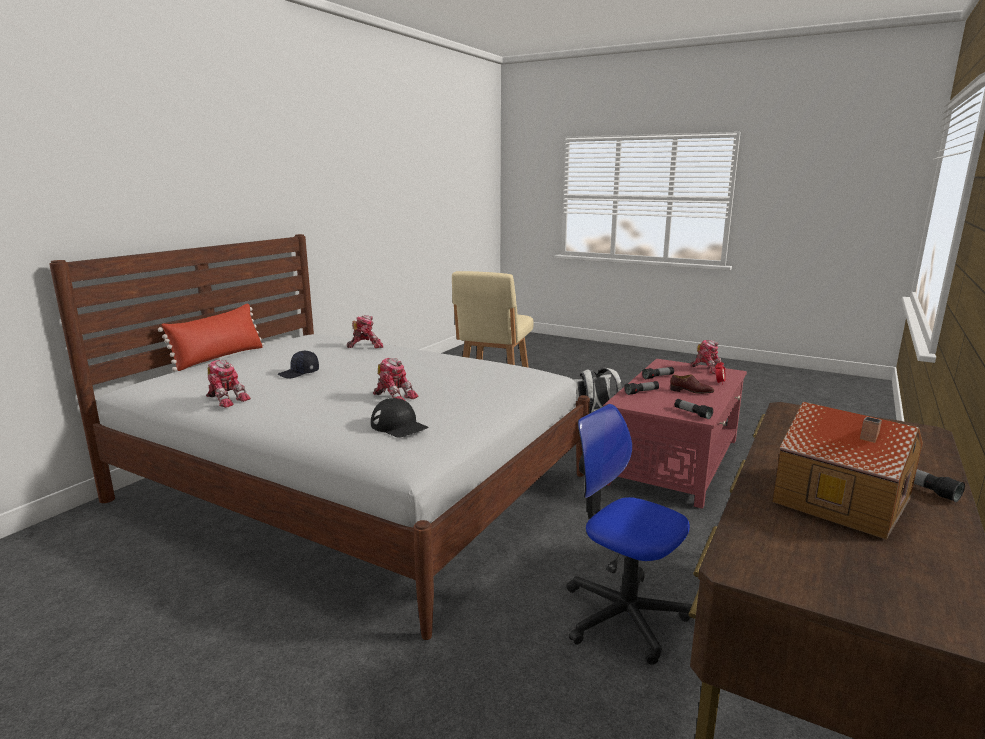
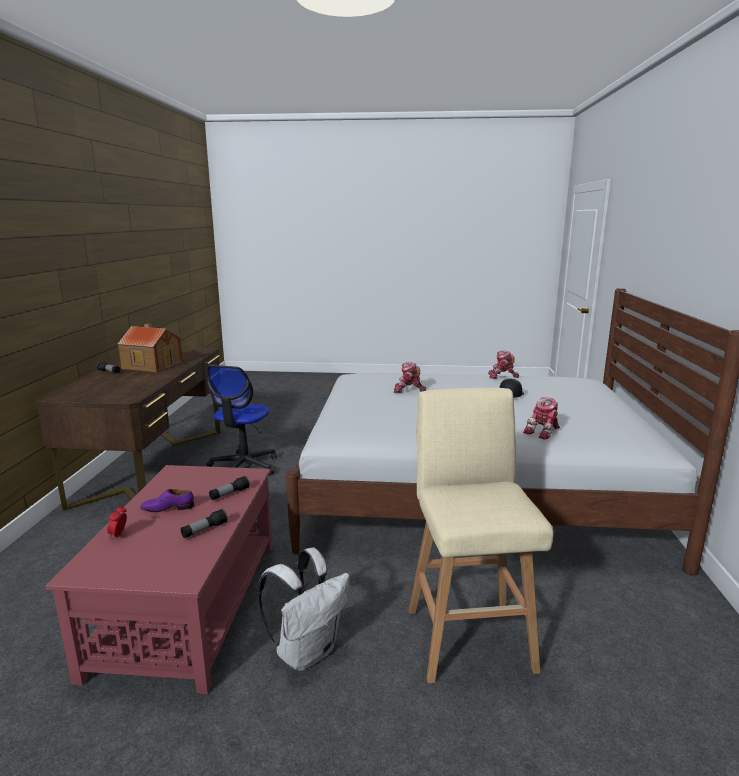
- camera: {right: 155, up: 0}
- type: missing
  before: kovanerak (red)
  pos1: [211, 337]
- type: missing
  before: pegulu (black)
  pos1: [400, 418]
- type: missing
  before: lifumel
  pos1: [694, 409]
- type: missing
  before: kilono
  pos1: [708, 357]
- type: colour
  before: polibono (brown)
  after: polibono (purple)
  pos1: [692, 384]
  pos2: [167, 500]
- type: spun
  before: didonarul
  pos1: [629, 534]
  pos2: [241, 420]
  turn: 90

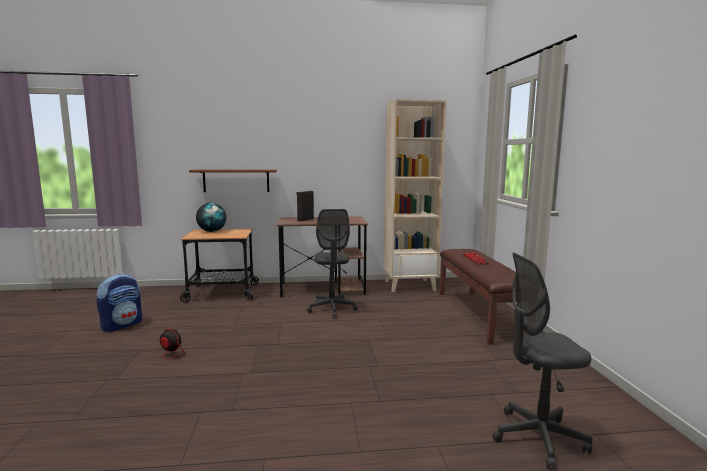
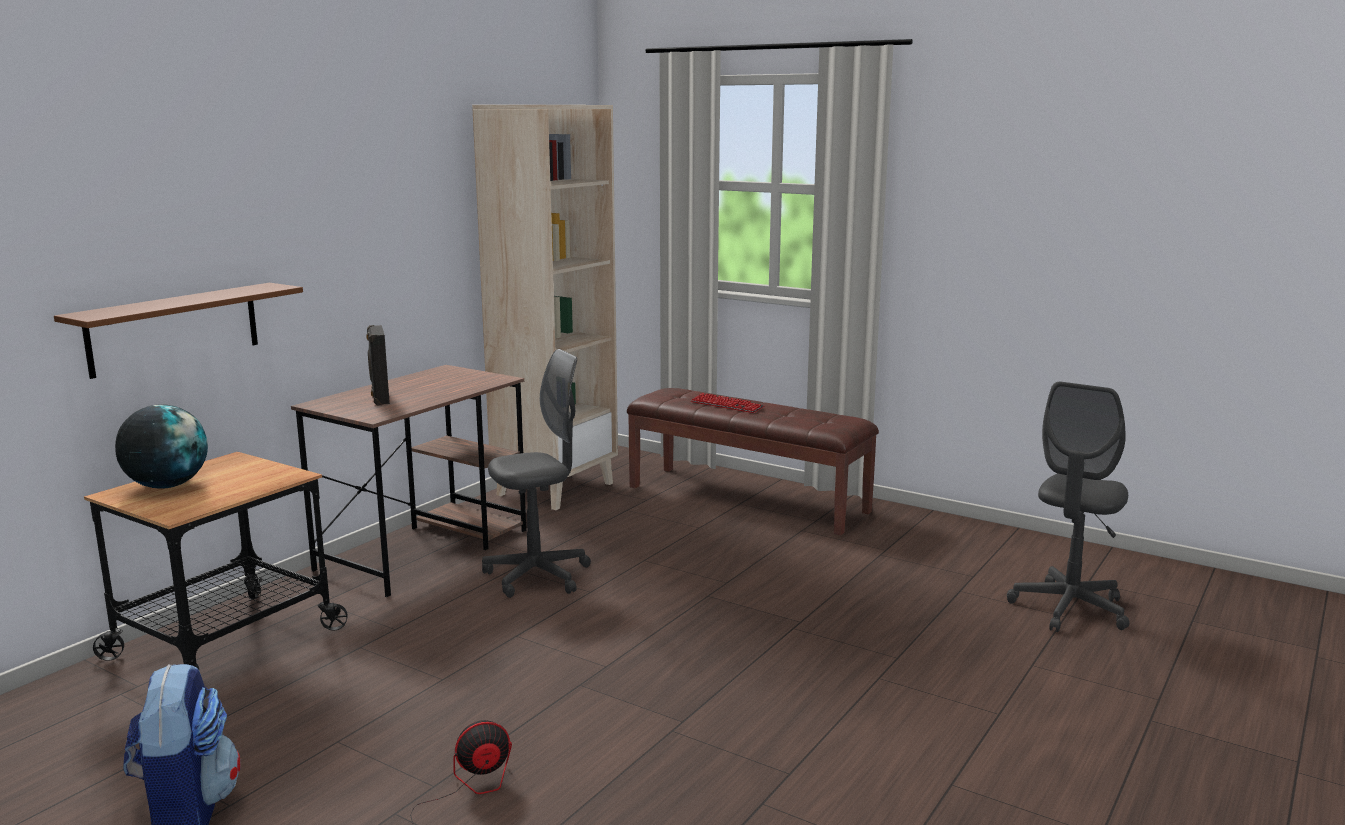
- camera: {right: -50, up: 5}
- type: spun
  before: didonarul (grey)
  pos1: [332, 263]
  pos2: [536, 473]
  turn: -60

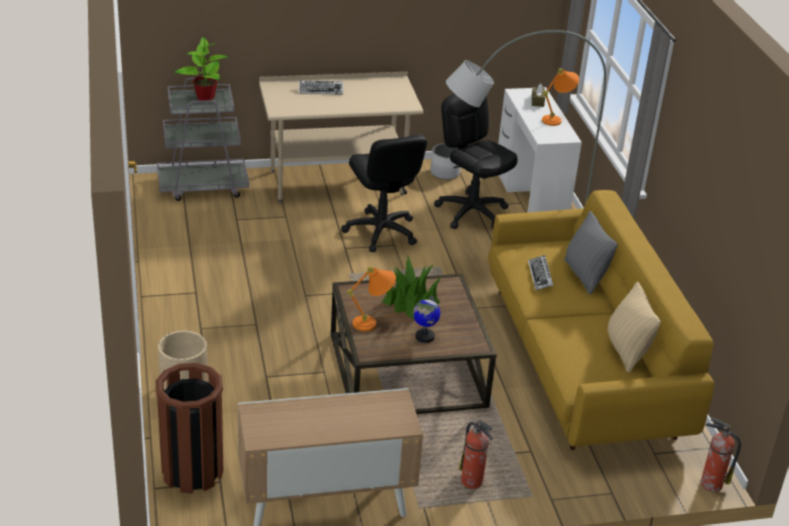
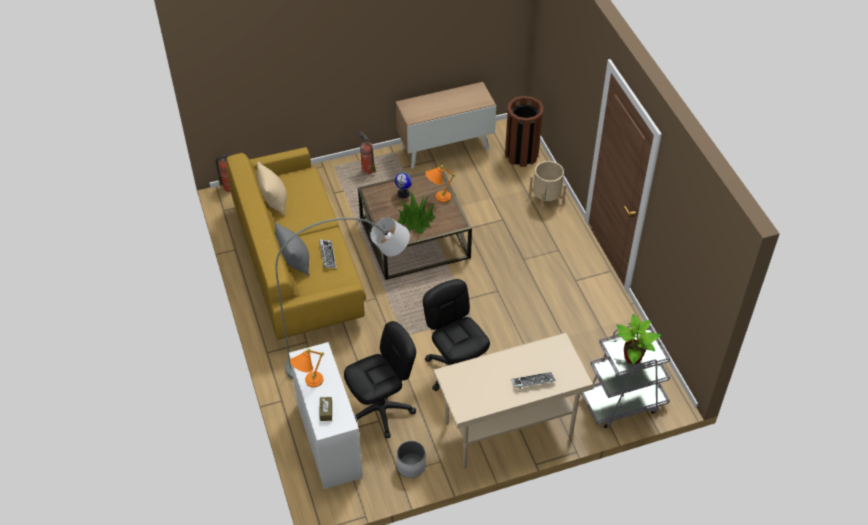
- camera: {right: 175, up: 15}
- type: spun
  before: didonarul (black)
  pos1: [476, 161]
  pos2: [380, 379]
  turn: -75

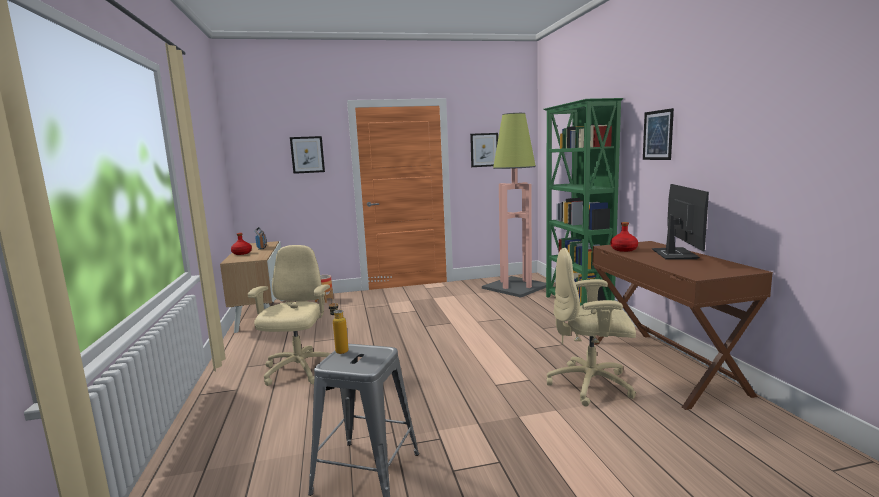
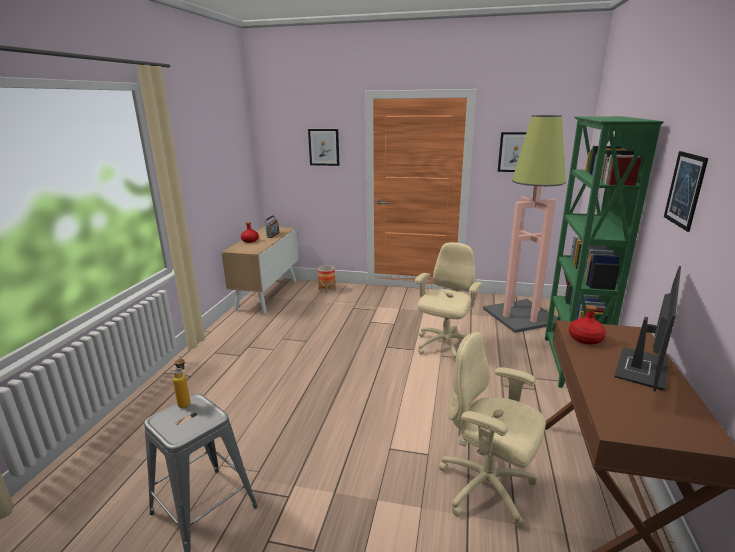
- camera: {right: 25, up: 10}
- type: relocated
  before: didonarul (beige)
  pos1: [289, 315]
  pos2: [449, 302]

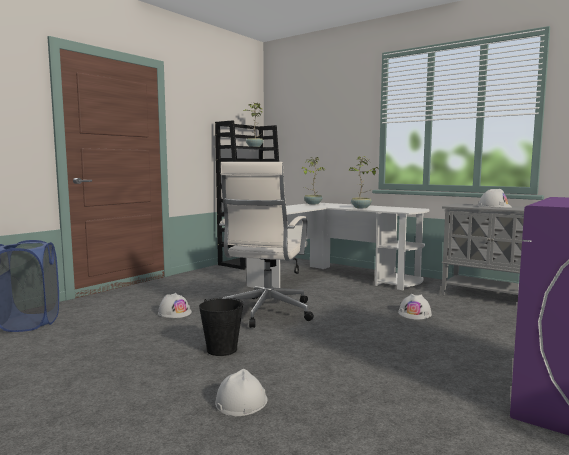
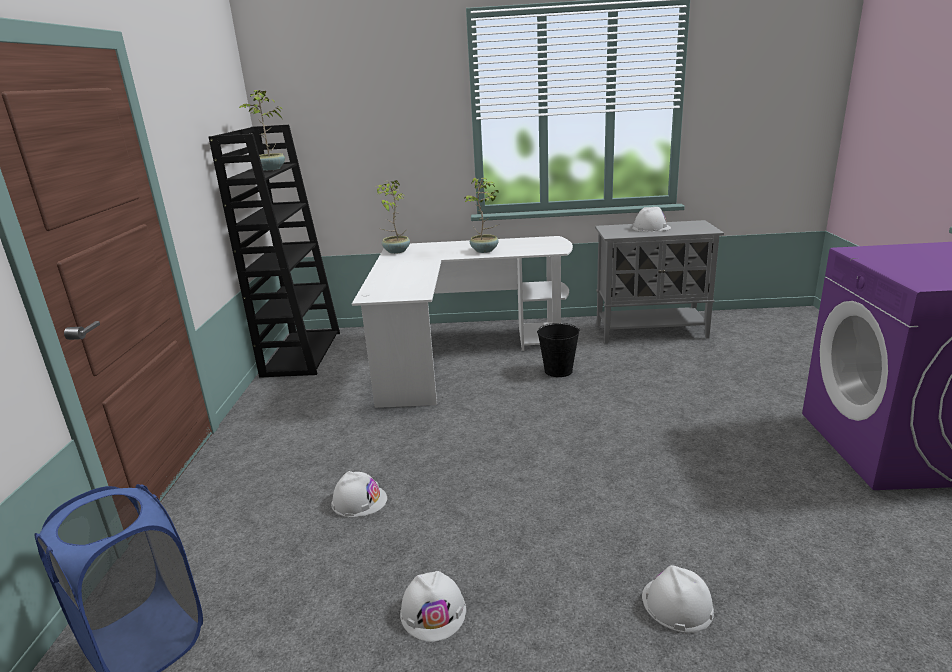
- camera: {right: -35, up: 15}
- type: missing
  before: didonarul (white)
  pos1: [266, 245]
- type: relocated
  before: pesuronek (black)
  pos1: [221, 327]
  pos2: [558, 350]
- type: relocated
  before: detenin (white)
  pos1: [415, 307]
  pos2: [433, 606]

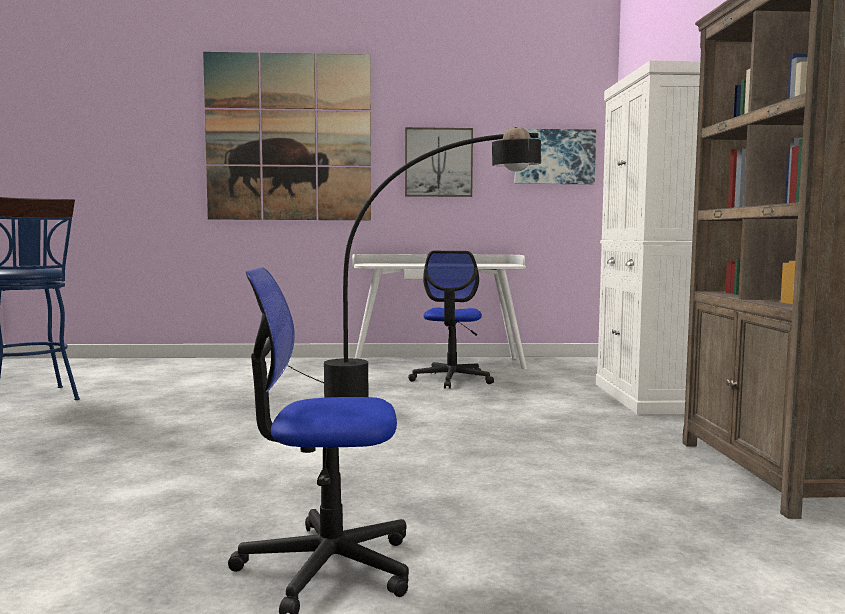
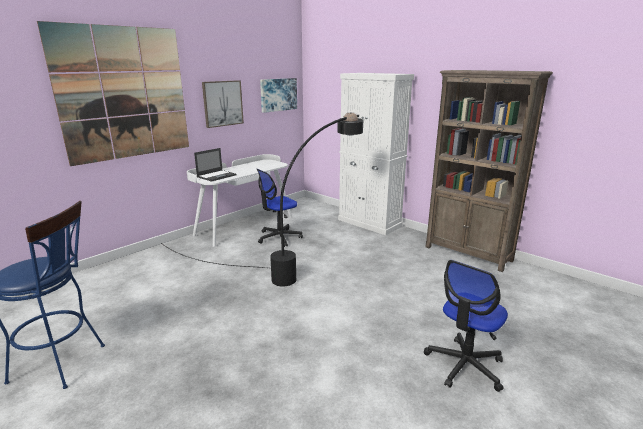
- camera: {right: -45, up: 15}
- type: appeared
  after: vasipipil
  pos2: [215, 165]
- type: spun
  before: didonarul
  pos1: [451, 320]
  pos2: [280, 208]
  turn: 90

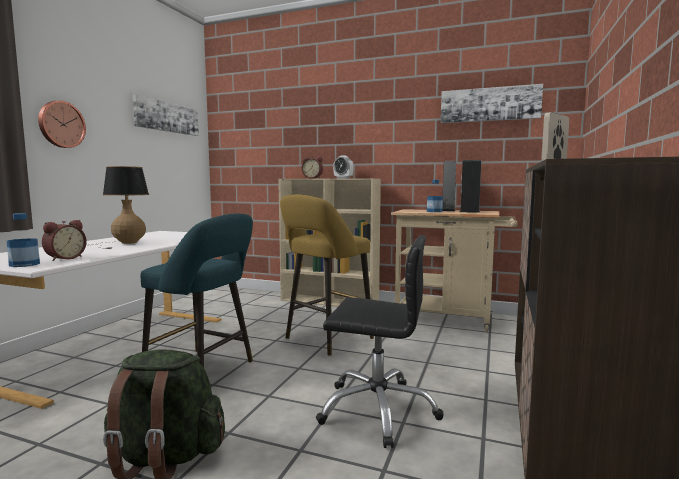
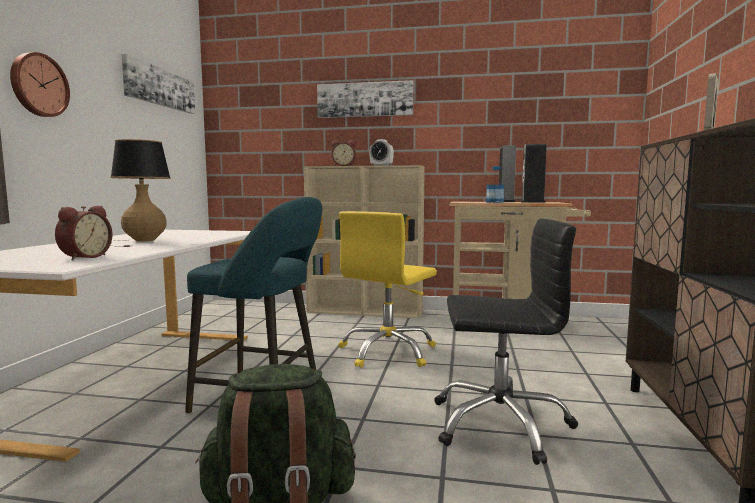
- camera: {right: -10, up: 0}
- type: missing
  before: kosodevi
  pos1: [23, 240]
- type: relocated
  before: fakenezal
  pos1: [492, 103]
  pos2: [365, 99]
- type: exchanged
  before: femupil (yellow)
  after: didonarul (yellow)
  pos1: [327, 275]
  pos2: [387, 289]

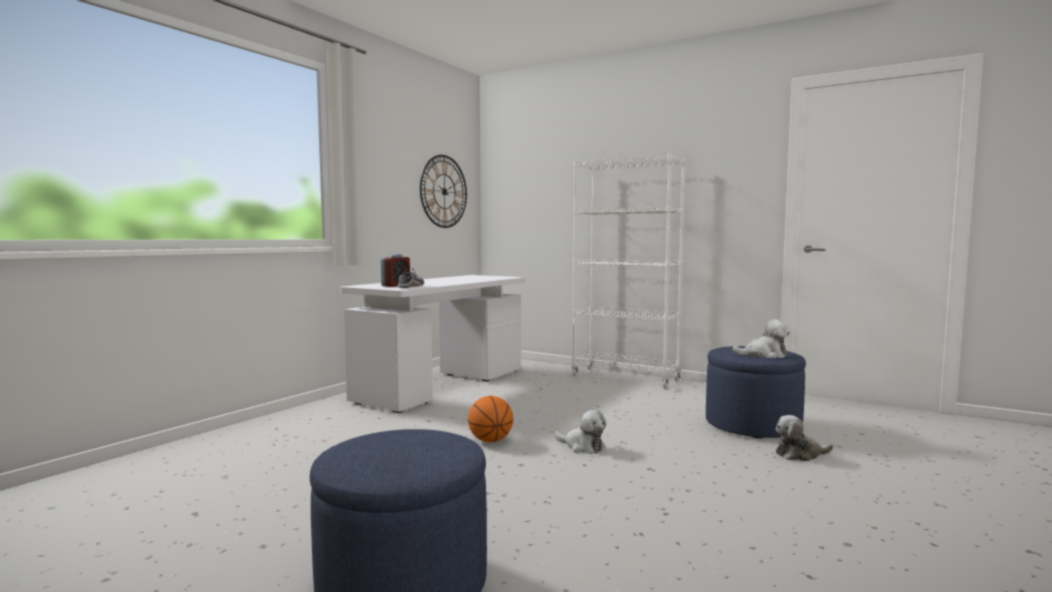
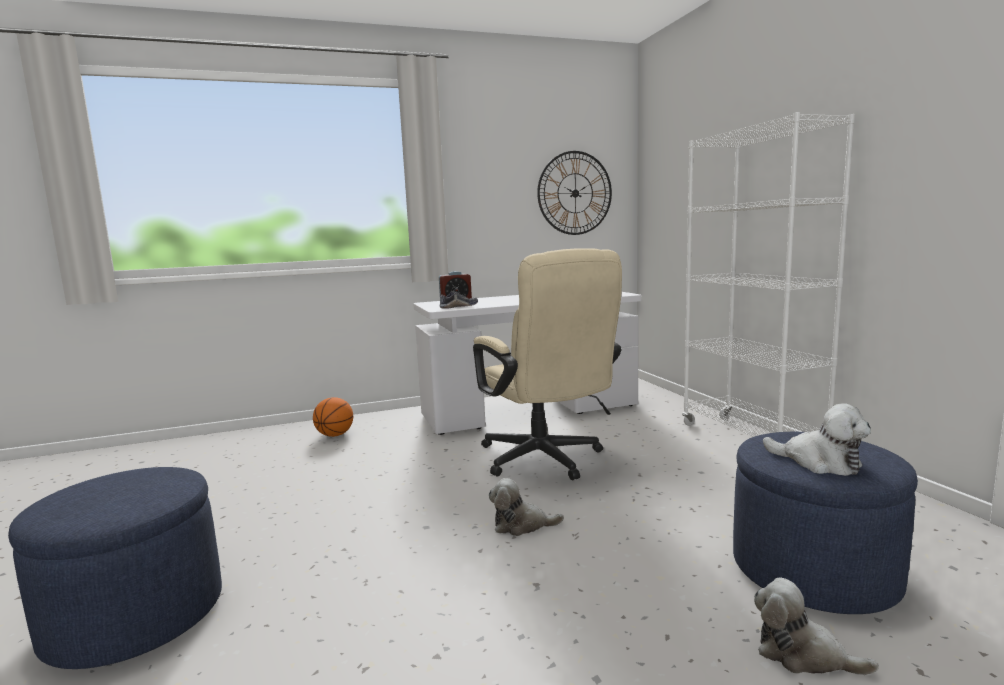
- camera: {right: 40, up: 5}
- type: appeared
  after: didonarul (beige)
  pos2: [547, 364]
- type: relocated
  before: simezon
  pos1: [490, 419]
  pos2: [333, 417]
- type: spun
  before: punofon
  pos1: [580, 432]
  pos2: [526, 507]
  turn: 105

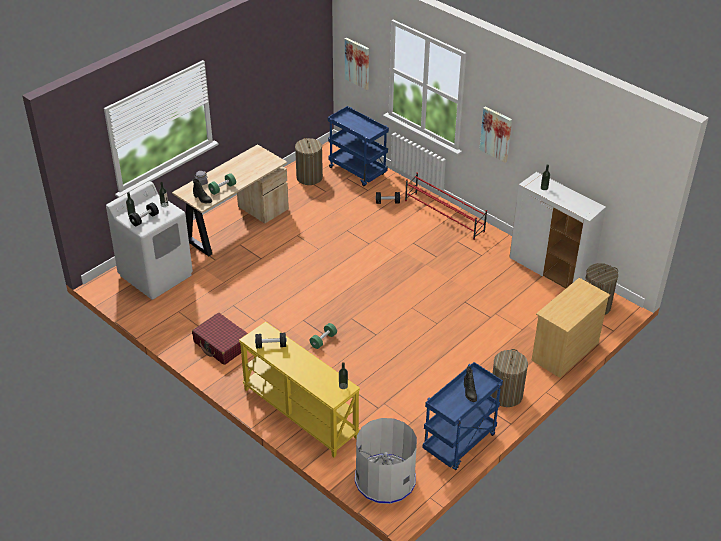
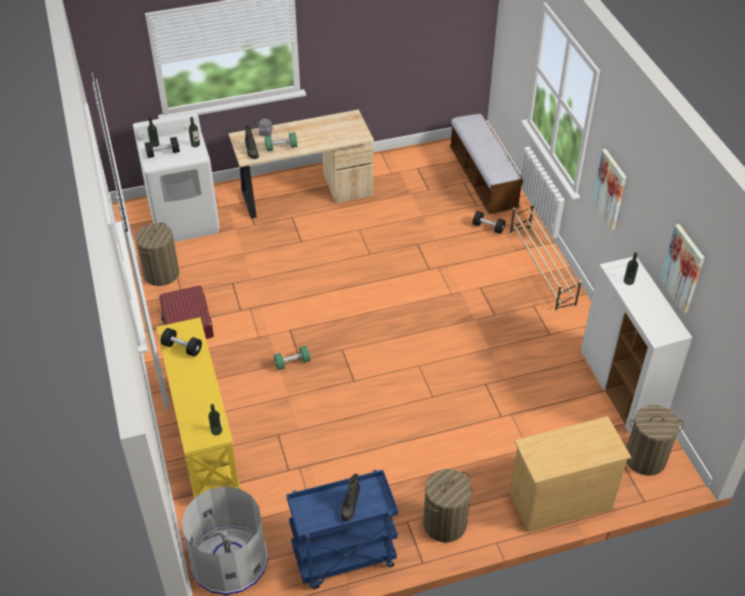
- camera: {right: 30, up: 5}
- type: relocated
  before: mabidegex
  pos1: [309, 161]
  pos2: [157, 254]
- type: relocated
  before: fakenezal
  pos1: [357, 64]
  pos2: [682, 268]
- type: exchanged
  before: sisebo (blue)
  after: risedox
  pos1: [358, 146]
  pos2: [486, 163]
- type: colour
  before: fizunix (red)
  after: fizunix (beige)
  pos1: [446, 206]
  pos2: [545, 257]

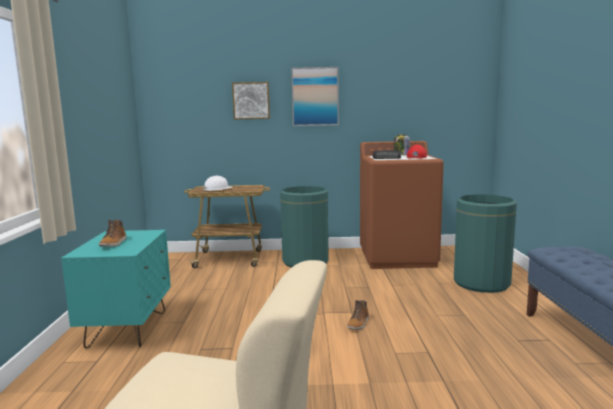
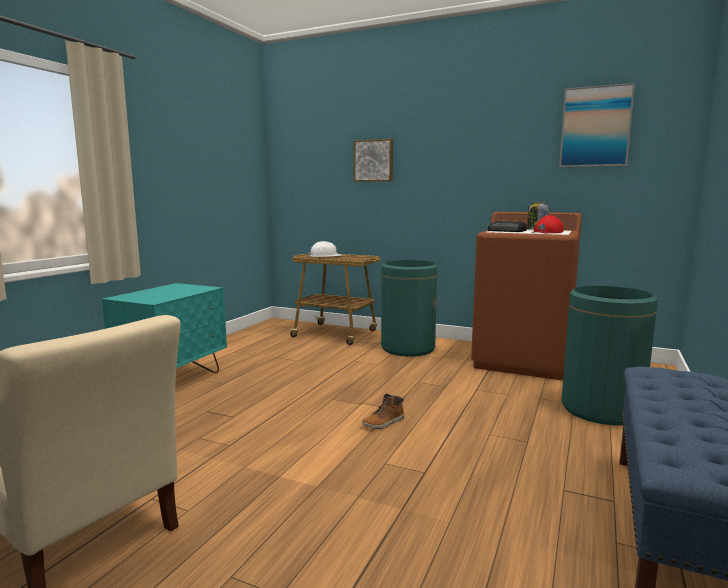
- camera: {right: 25, up: 0}
- type: missing
  before: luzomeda
  pos1: [113, 233]
- type: relocated
  before: fakenezal
  pos1: [315, 96]
  pos2: [597, 125]

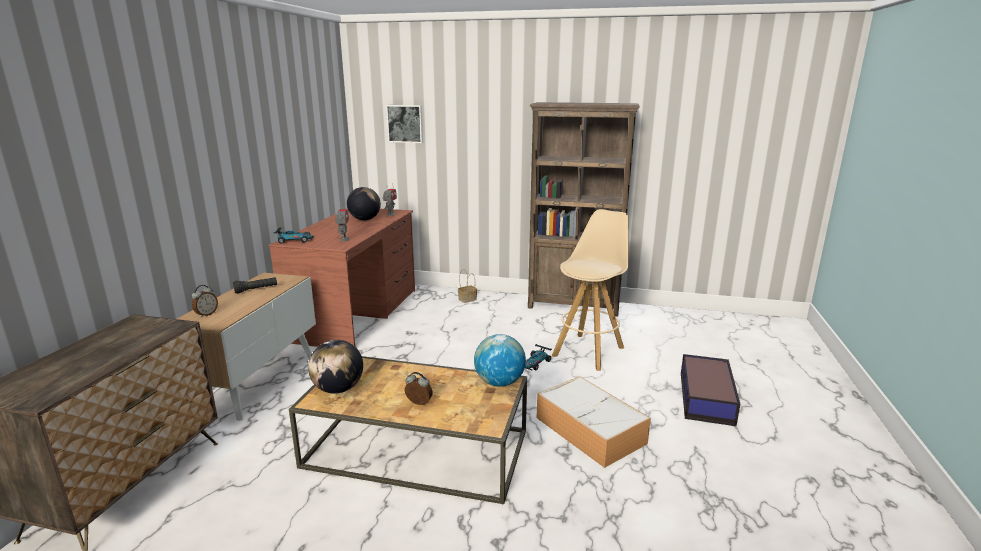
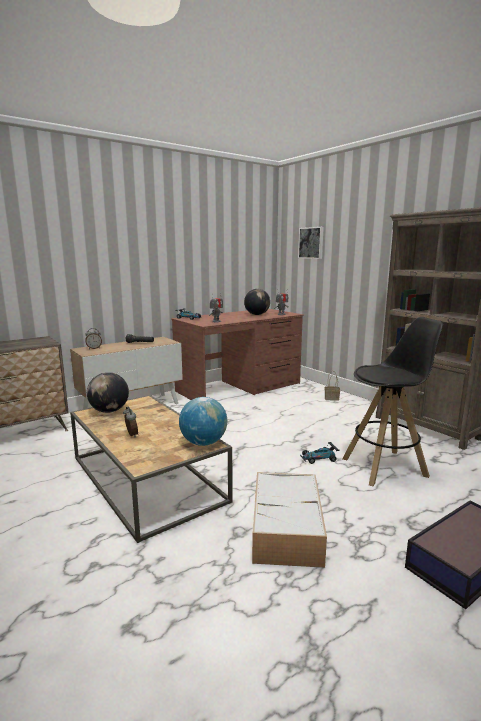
- camera: {right: 40, up: -5}
- type: colour
  before: femupil (beige)
  after: femupil (black)
  pos1: [590, 290]
  pos2: [392, 401]

